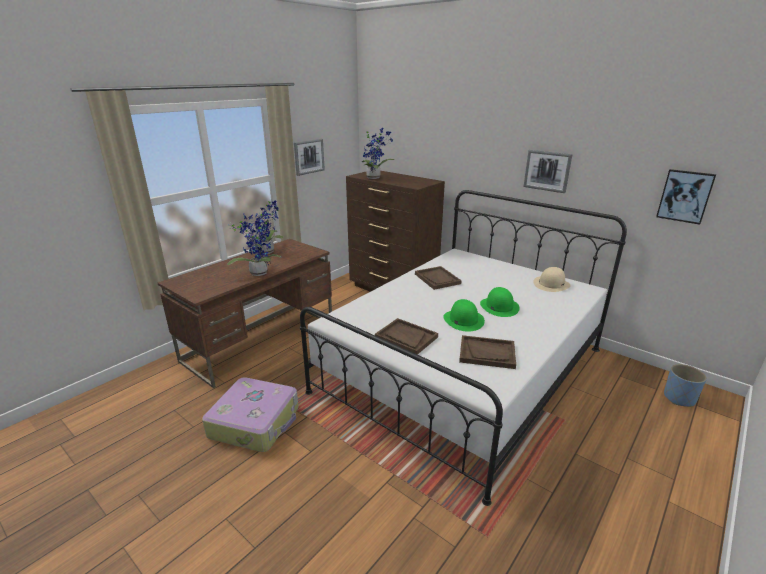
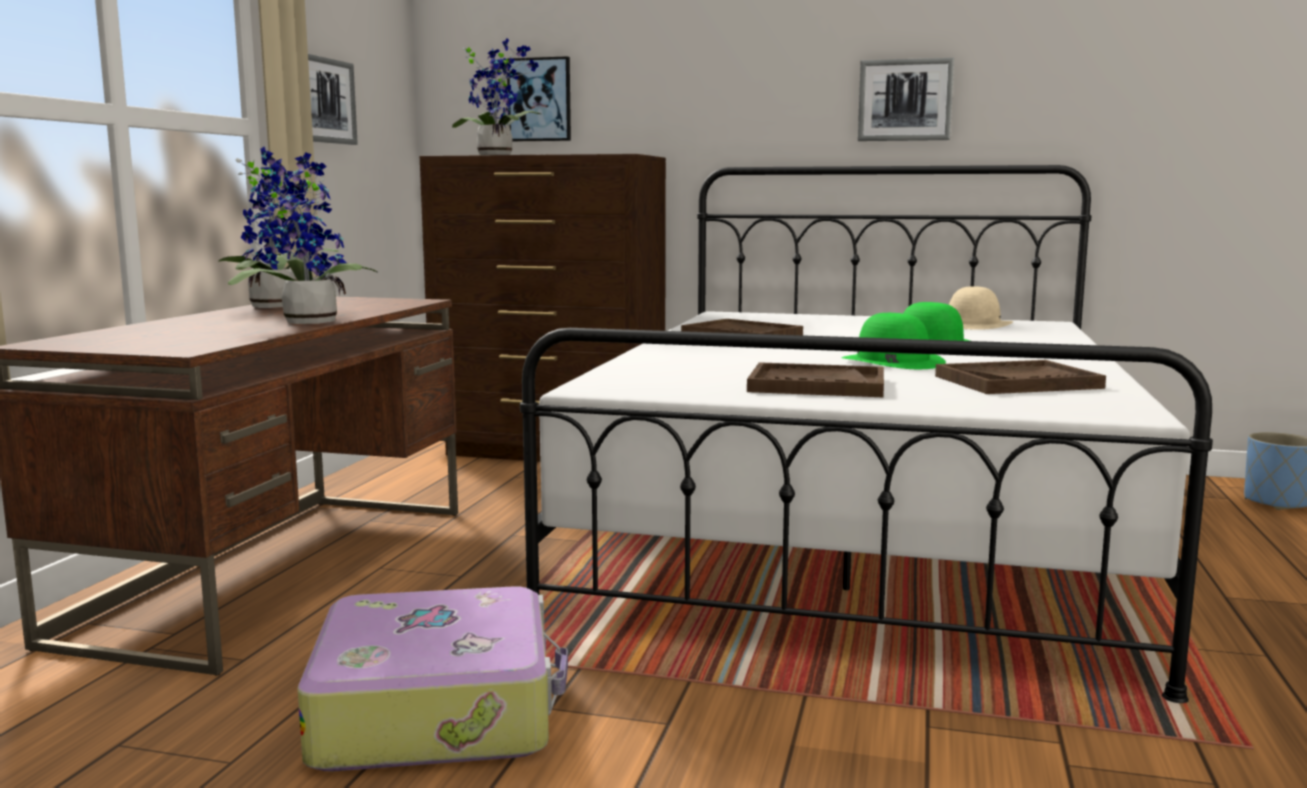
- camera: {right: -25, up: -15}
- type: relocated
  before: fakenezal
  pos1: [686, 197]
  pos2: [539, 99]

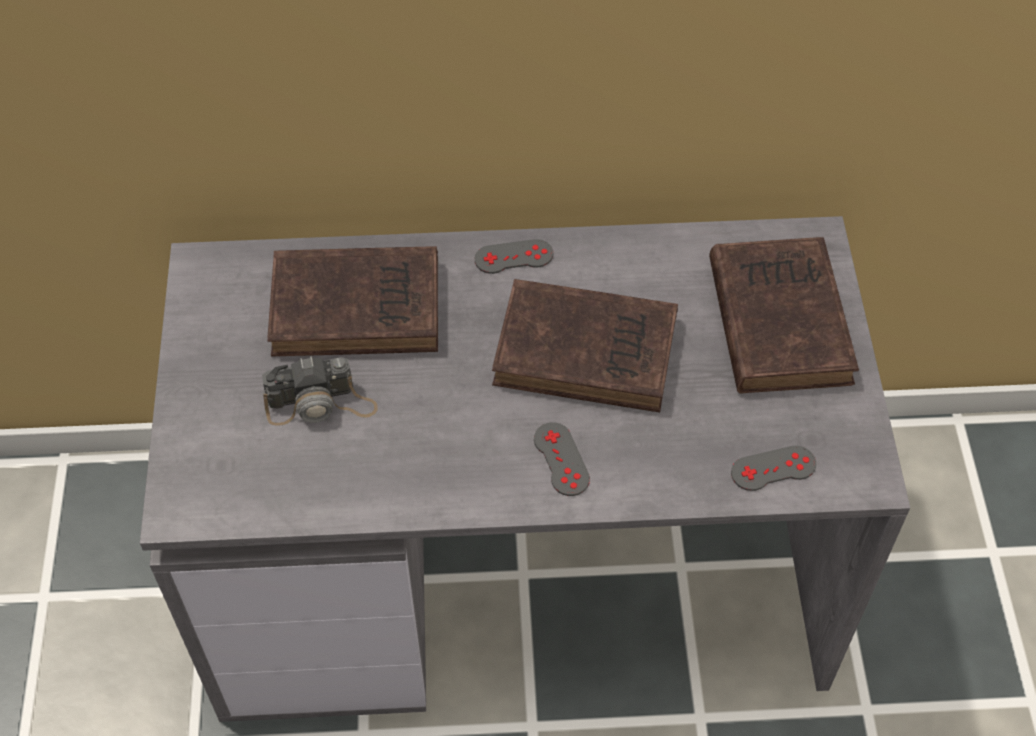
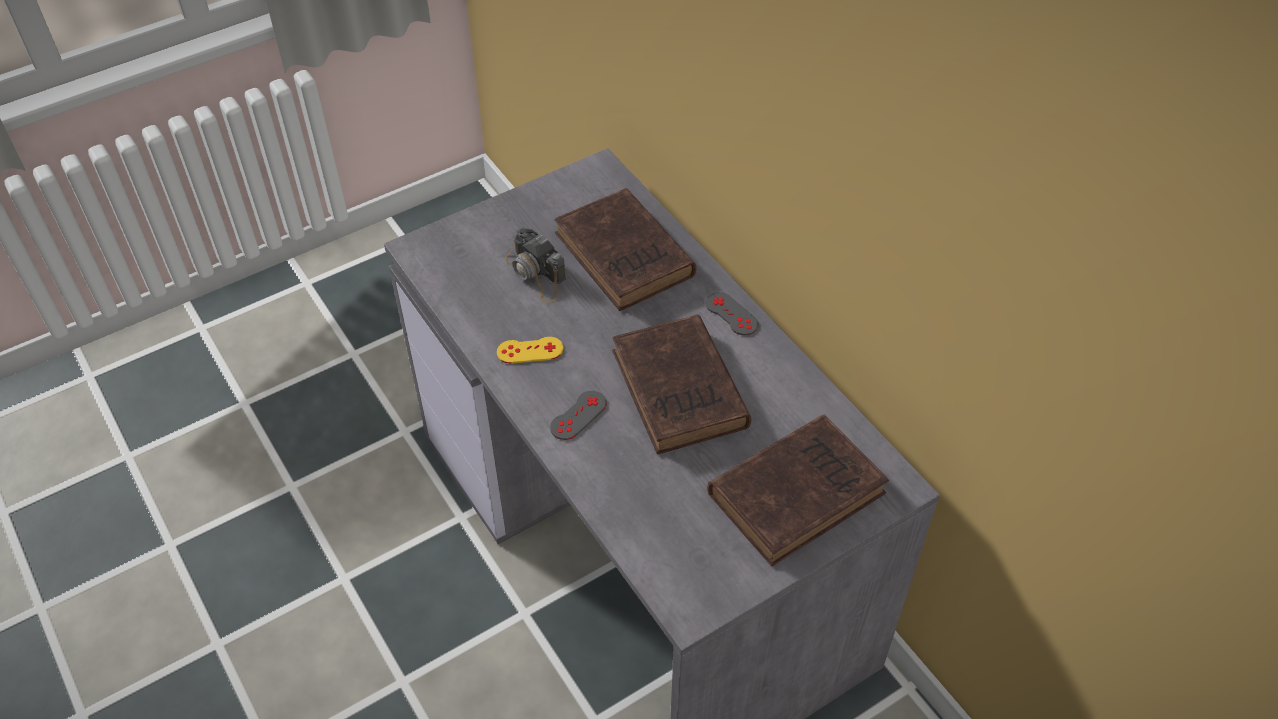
- camera: {right: 60, up: -5}
- type: missing
  before: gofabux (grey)
  pos1: [773, 468]
- type: appeared
  after: gofabux (yellow)
  pos2: [530, 350]

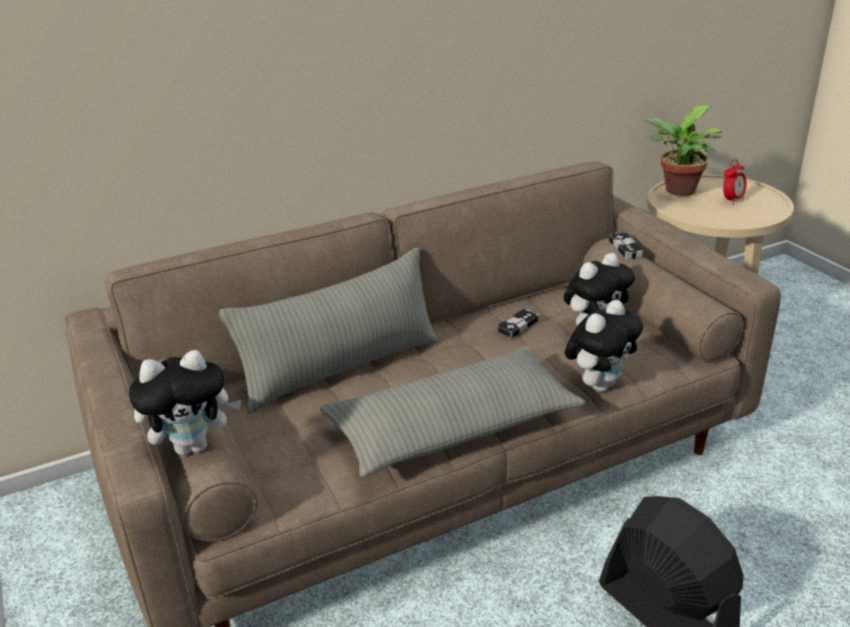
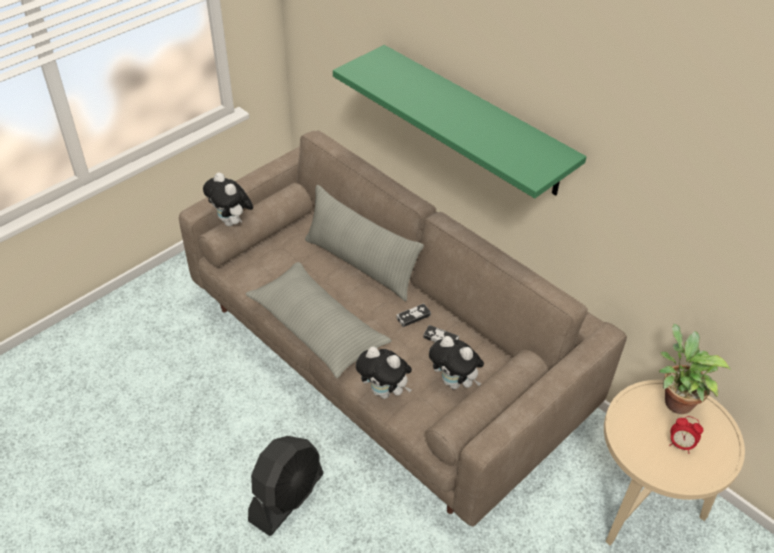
- camera: {right: 70, up: 15}
- type: appeared
  after: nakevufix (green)
  pos2: [460, 122]
- type: relocated
  before: gofabux
  pos1: [627, 245]
  pos2: [413, 315]

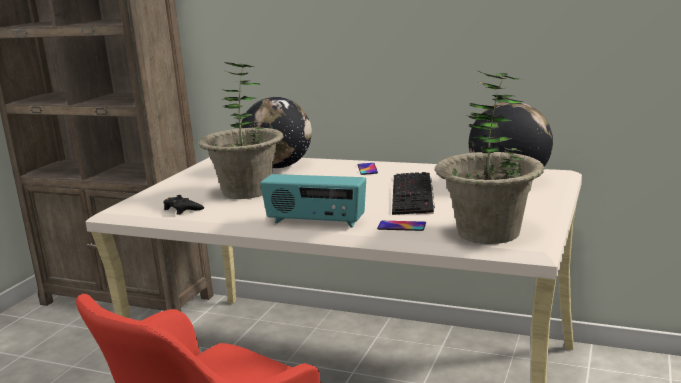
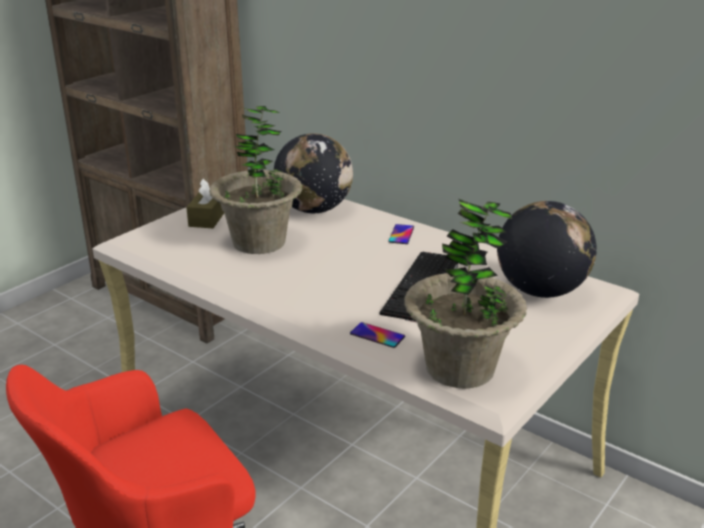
- camera: {right: 15, up: 10}
- type: missing
  before: gofabux (black)
  pos1: [183, 205]
- type: missing
  before: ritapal
  pos1: [313, 201]
- type: appeared
  after: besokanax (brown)
  pos2: [205, 203]

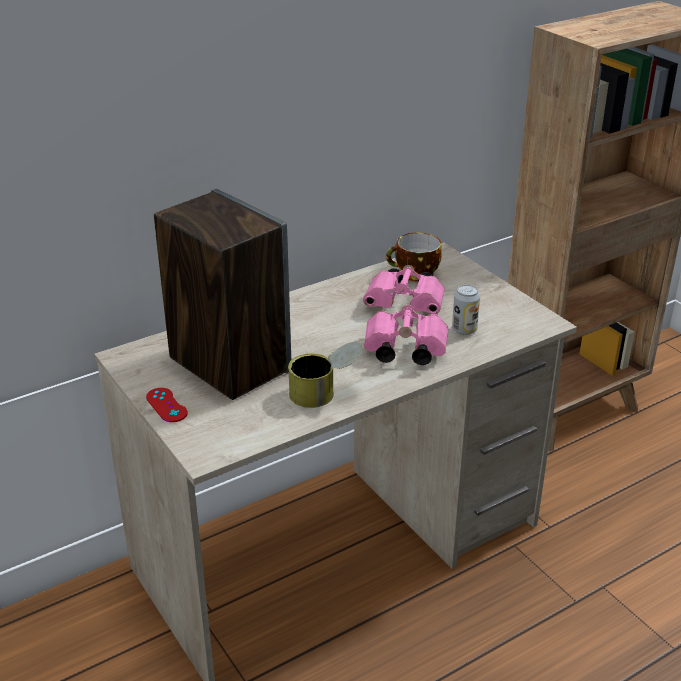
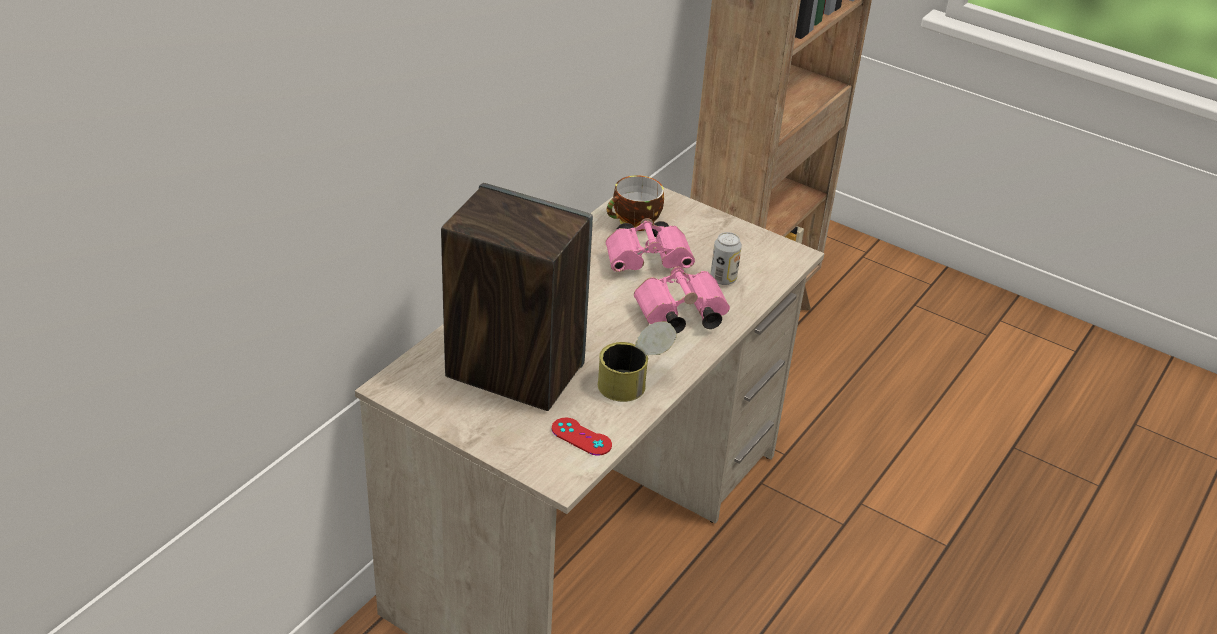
- camera: {right: -25, up: 5}
- type: relocated
  before: gofabux (red)
  pos1: [167, 405]
  pos2: [582, 437]

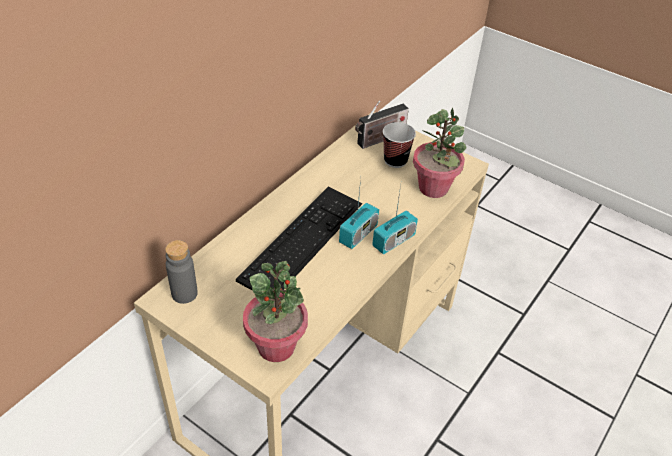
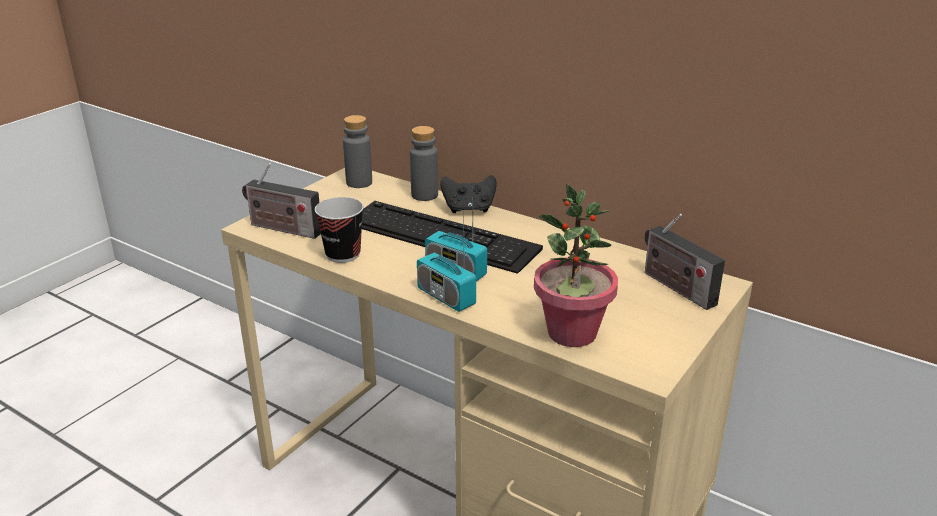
- camera: {right: 90, up: -15}
- type: appeared
  after: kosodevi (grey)
  pos2: [424, 163]
- type: appeared
  after: gofabux (black)
  pos2: [468, 194]
- type: relocated
  before: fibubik
  pos1: [399, 145]
  pos2: [339, 230]
- type: exchanged
  before: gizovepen
  after: ritapal
  pos1: [275, 311]
  pos2: [281, 201]

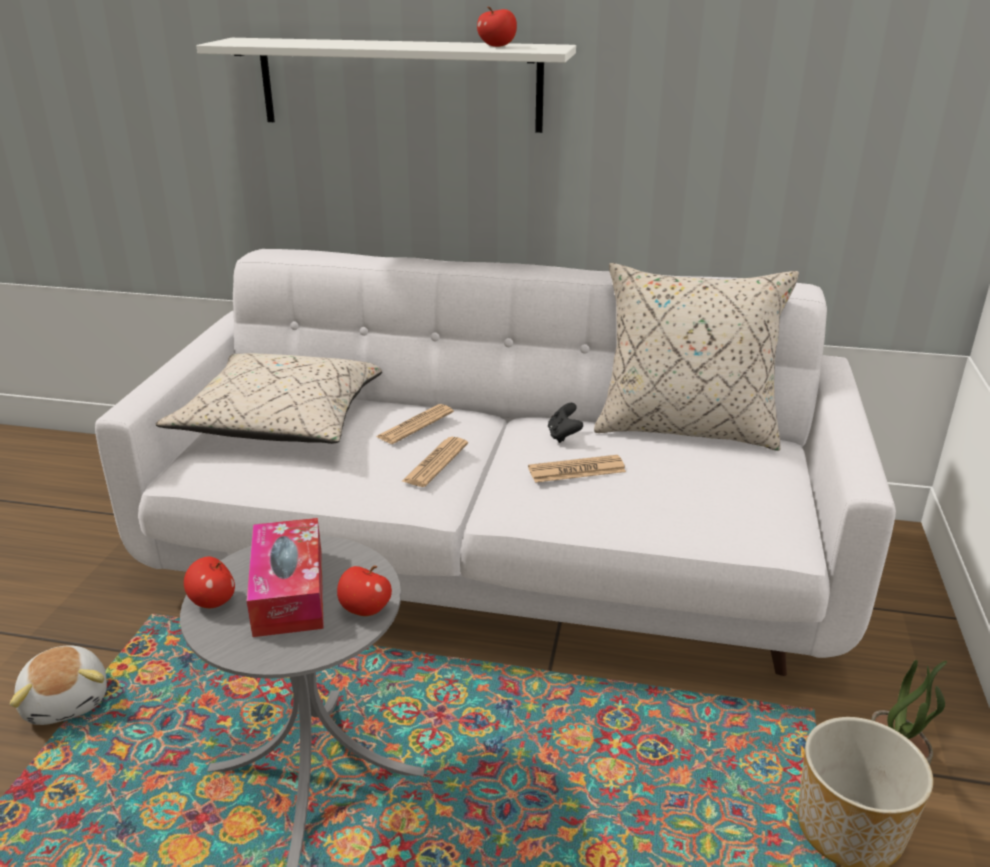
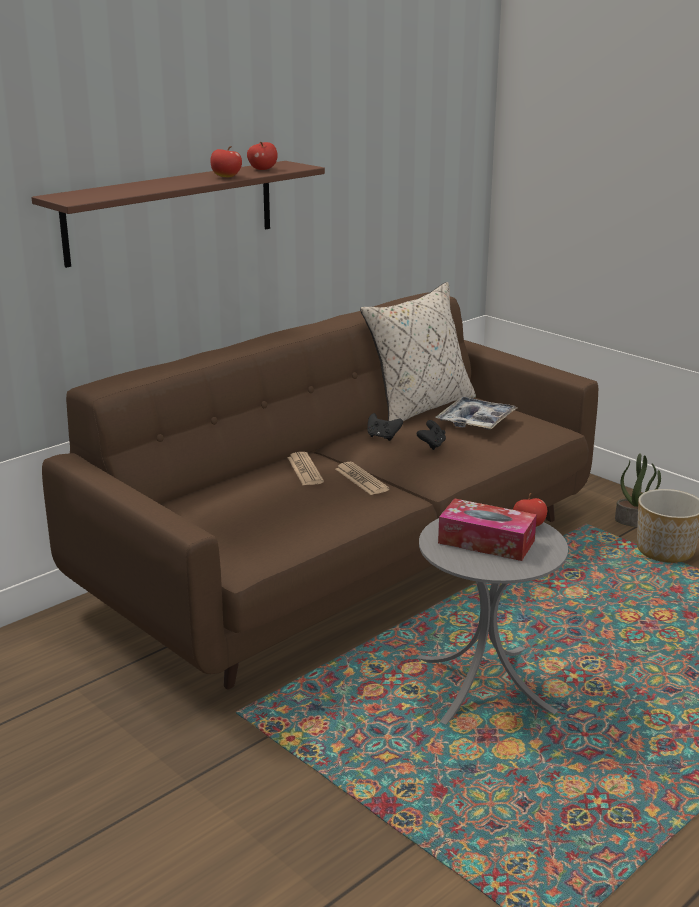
- camera: {right: -55, up: -5}
- type: missing
  before: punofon
  pos1: [58, 685]
- type: missing
  before: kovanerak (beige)
  pos1: [269, 398]
- type: appeared
  after: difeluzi
  pos2: [476, 413]
- type: relocated
  before: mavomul
  pos1: [209, 582]
  pos2: [226, 161]
- type: exchanged
  before: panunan
  after: gofabux (black)
  pos1: [577, 469]
  pos2: [431, 435]
- type: colour
  before: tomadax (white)
  after: tomadax (brown)
  pos1: [495, 462]
  pos2: [320, 490]
- type: colour
  before: nakevufix (white)
  after: nakevufix (brown)
  pos1: [386, 85]
  pos2: [178, 214]

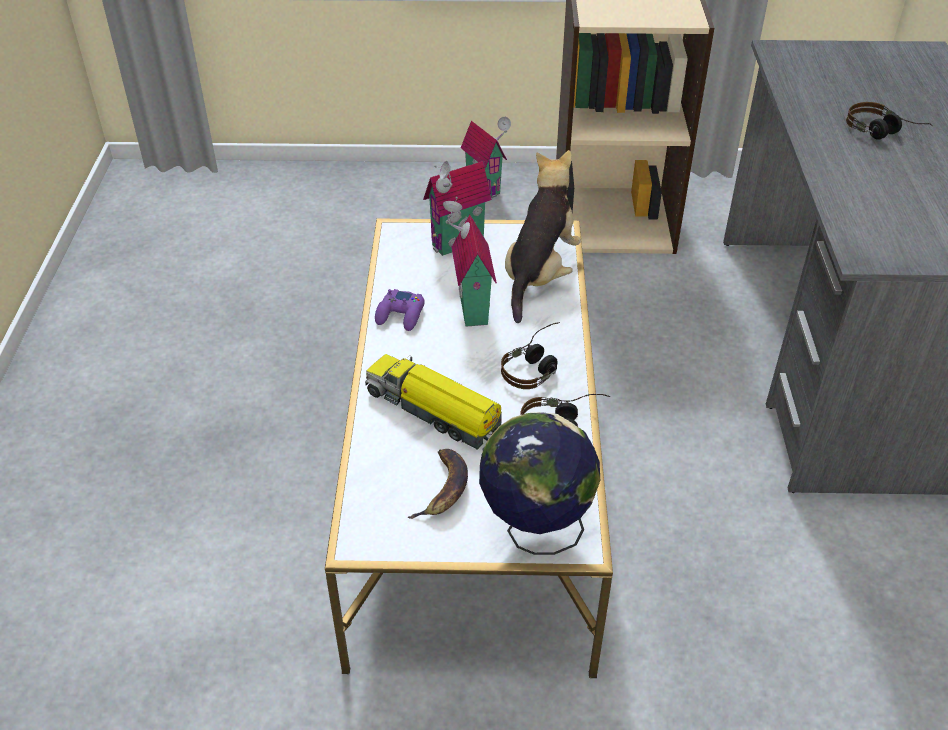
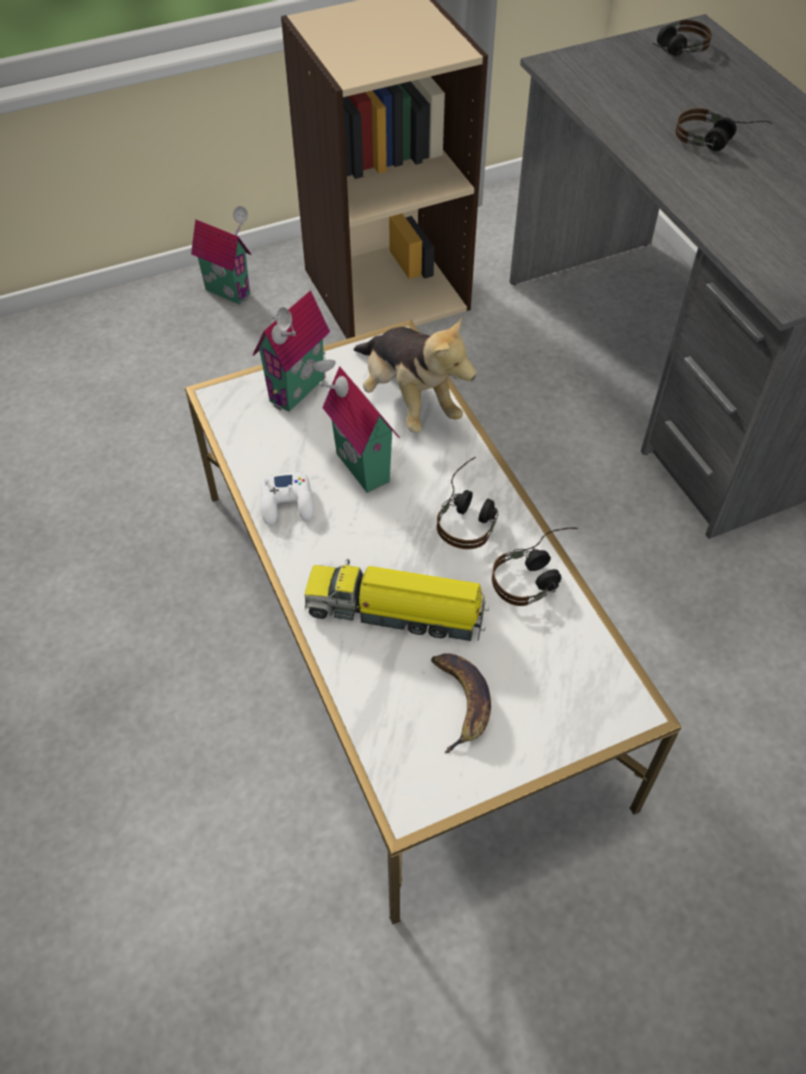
- camera: {right: -25, up: 10}
- type: missing
  before: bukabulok
  pos1: [539, 483]
- type: appeared
  after: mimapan
  pos2: [682, 38]
- type: colour
  before: gofabux (purple)
  after: gofabux (white)
  pos1: [400, 310]
  pos2: [287, 498]
- type: spun
  before: punofon
  pos1: [543, 236]
  pos2: [415, 374]
  turn: 150

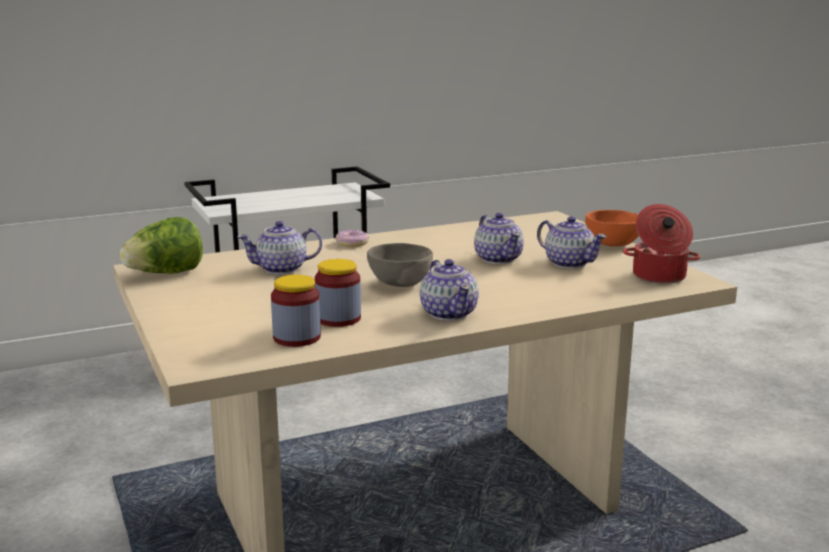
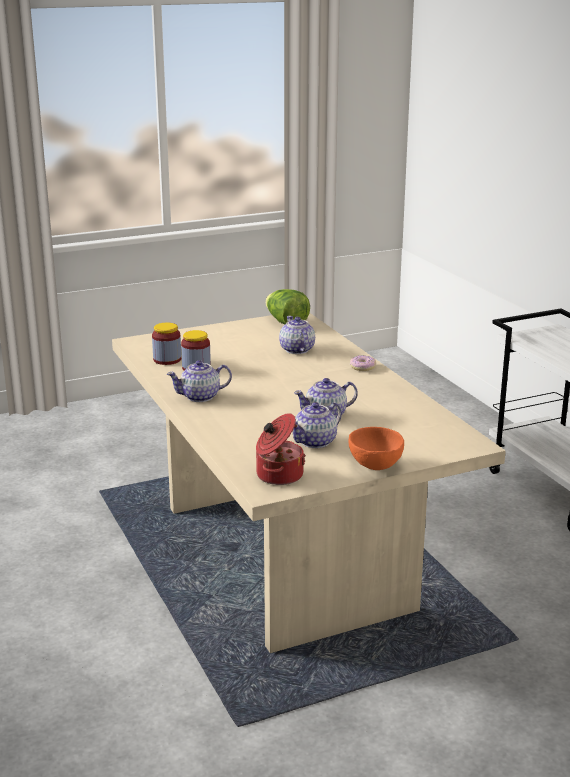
- camera: {right: 90, up: 5}
- type: missing
  before: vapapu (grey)
  pos1: [400, 265]

